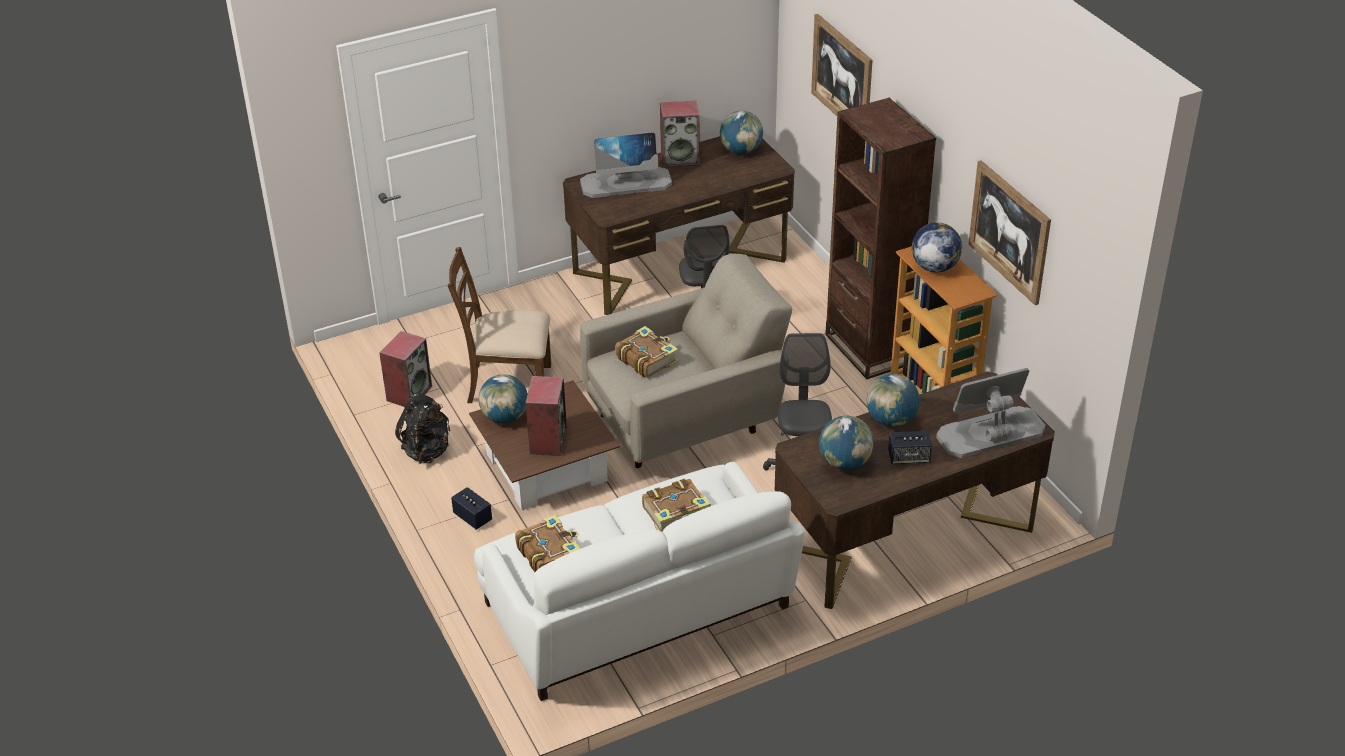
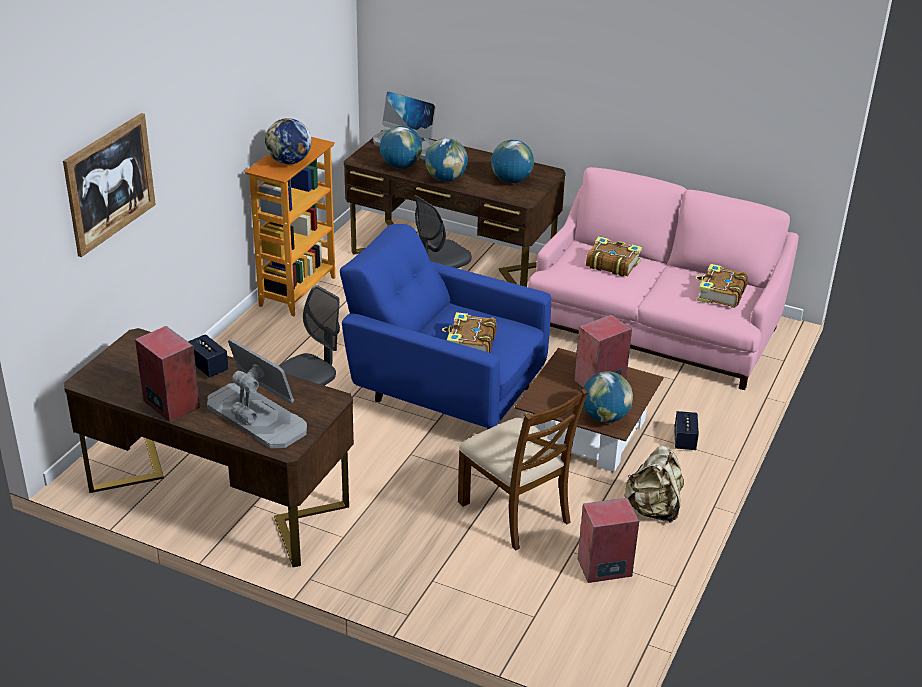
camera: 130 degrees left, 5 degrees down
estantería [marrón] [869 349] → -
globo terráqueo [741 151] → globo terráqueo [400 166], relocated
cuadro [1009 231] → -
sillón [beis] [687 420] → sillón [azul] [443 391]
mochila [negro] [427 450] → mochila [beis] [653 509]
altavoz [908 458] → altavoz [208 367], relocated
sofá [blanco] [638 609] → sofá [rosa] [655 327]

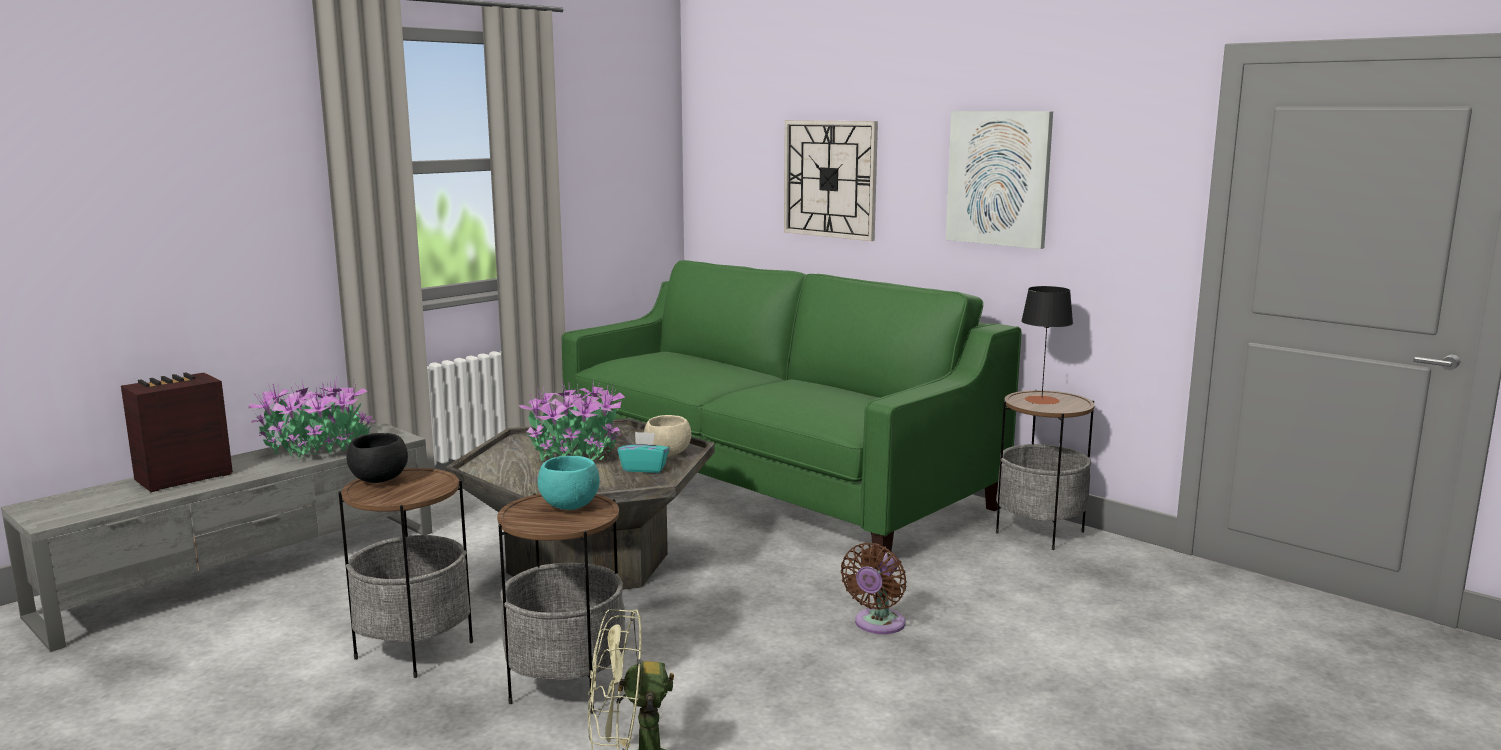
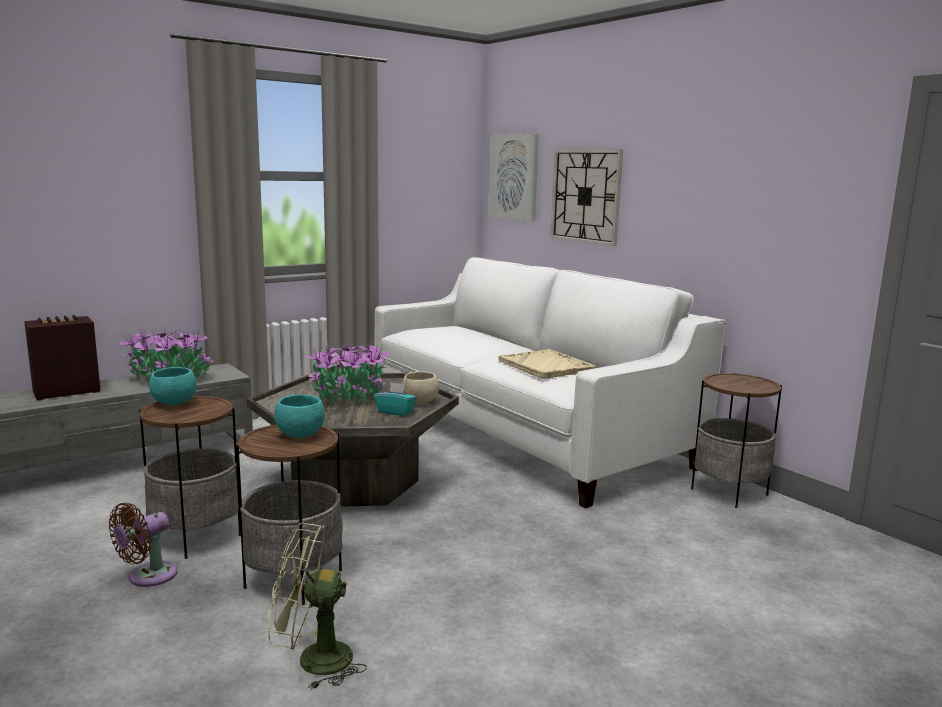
camera: 10 degrees right, 0 degrees up
cuadro [999 178] → cuadro [514 177], relocated
sofá [verde] [772 482] → sofá [blanco] [523 432]
lámpara de mesa [negro] [1041 400] → -
cuenco [negro] [378 480] → cuenco [turquesa] [174 403]
ventilador [marrón] [877 625] → ventilador [marrón] [148 577], relocated
- → bandeja [beis] [546 366]

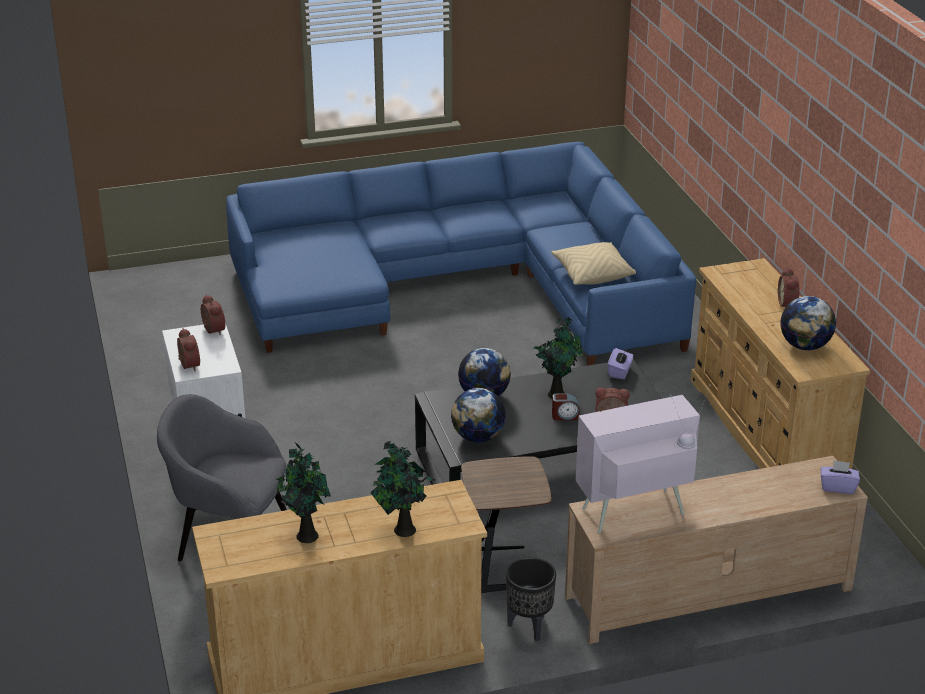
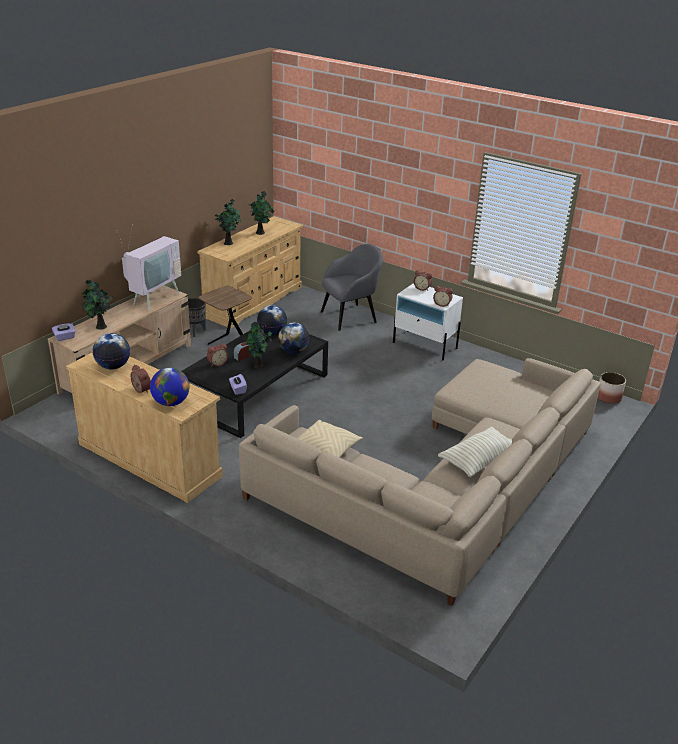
camera: 140 degrees right, 0 degrees up
sofá [azul] [461 286] → sofá [beis] [445 484]
- → planta en maceta [100 327]
- → globo terráqueo [171 402]
- → maceta [608 397]
- → cojín [479 460]

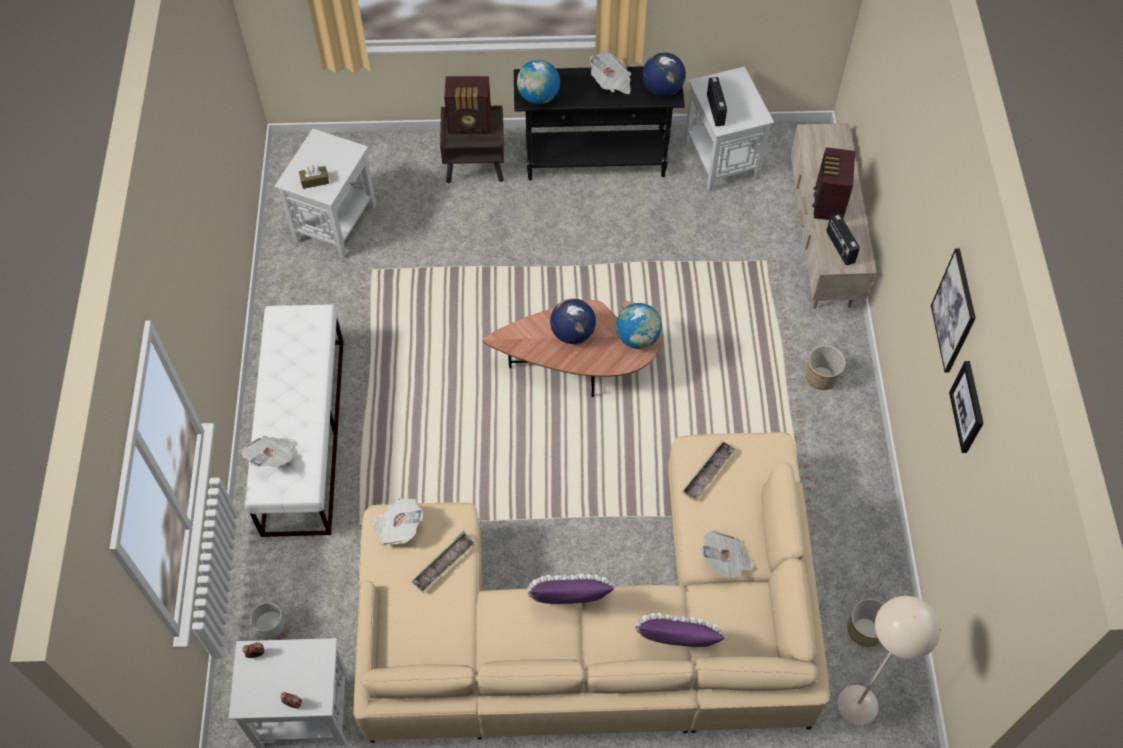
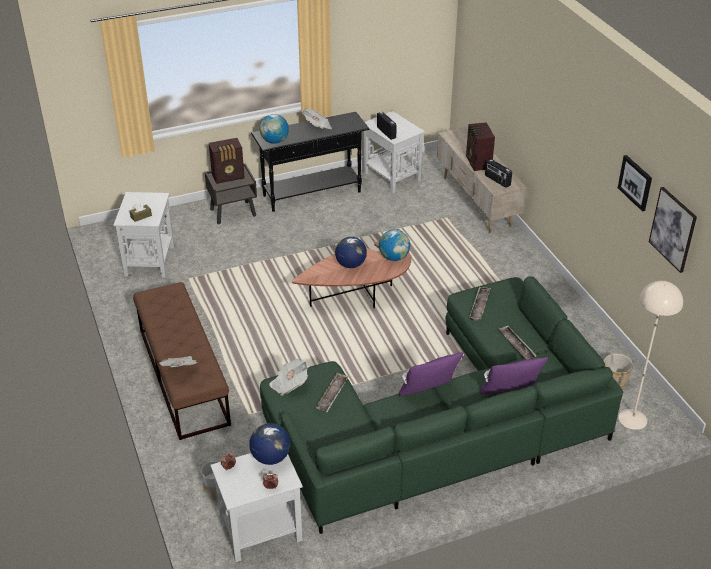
camera: 20 degrees left, 20 degrees down
globo terráqueo [662 89] → globo terráqueo [270 457], relocated
cuadro [954 311] → cuadro [673 229], relocated
banco [blanco] [304 434] → banco [marrón] [183 376]
maceta [821 376] → -
sofá [beis] [601 626] → sofá [verde] [446 424]
periódico [726 561] → bandeja [516 345]

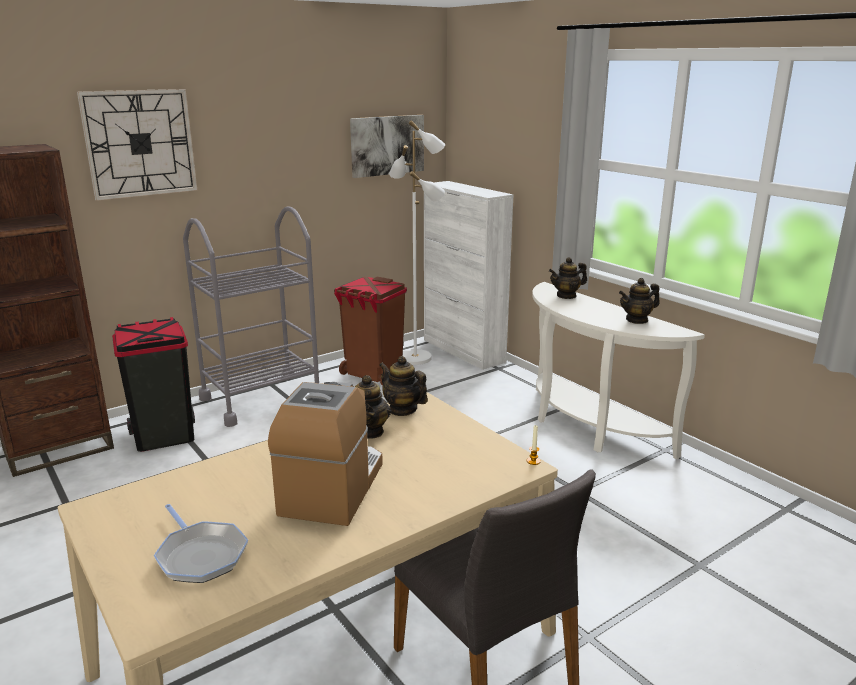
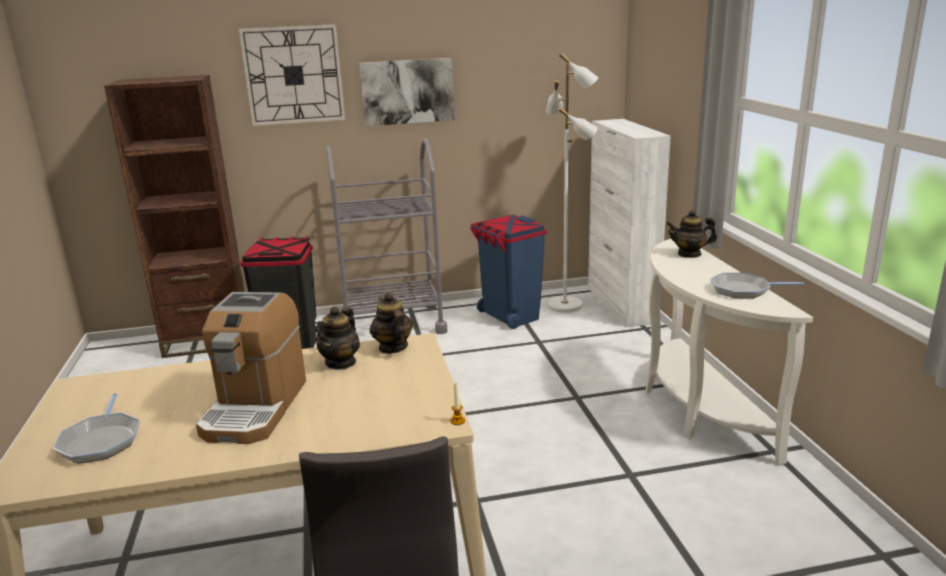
camera: 25 degrees right, 0 degrees up
cuadro [387 145] → cuadro [407 91], relocated
papelera [marrón] [373 375] → papelera [azul] [510 316]
tetera [637 320] → sartén [743 290]
cafetera [332 488] → cafetera [255 407], 150 degrees clockwise

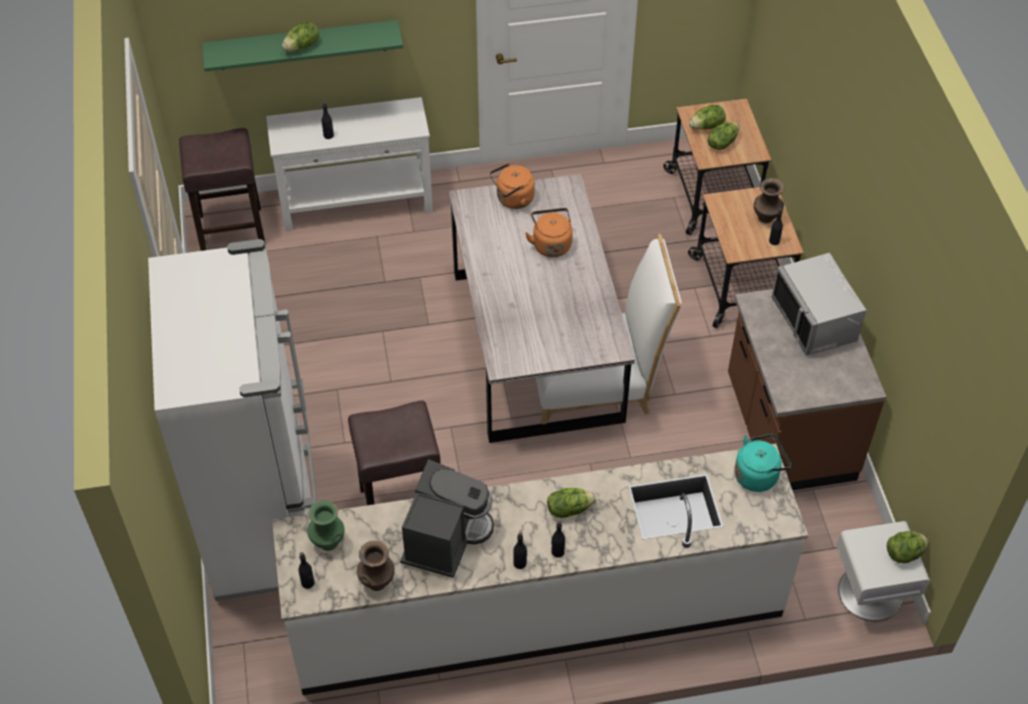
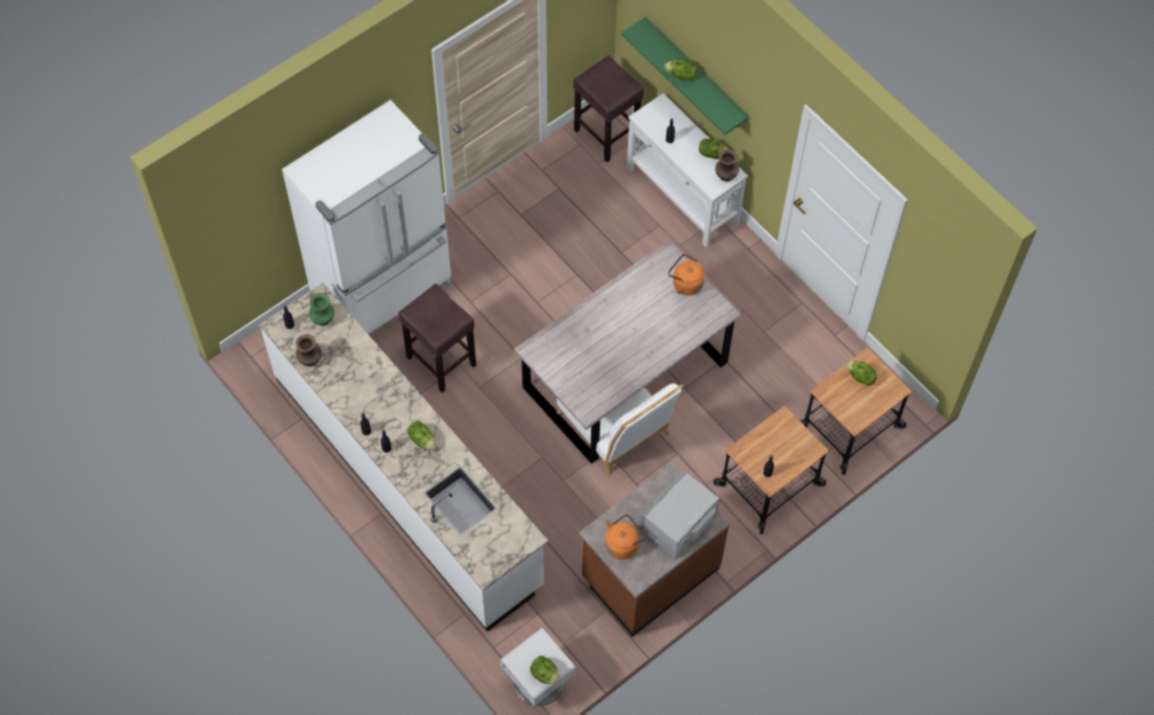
camera: 60 degrees right, 10 degrees up
lechuga [722 143] → lechuga [712 154], relocated
florero [marrón] [766 218] → florero [marrón] [726 177], relocated
hervidor [naranja] [551 244] → hervidor [naranja] [623 544], relocated
hervidor [turquesa] [758 475] → -
cafetera [445 537] → -

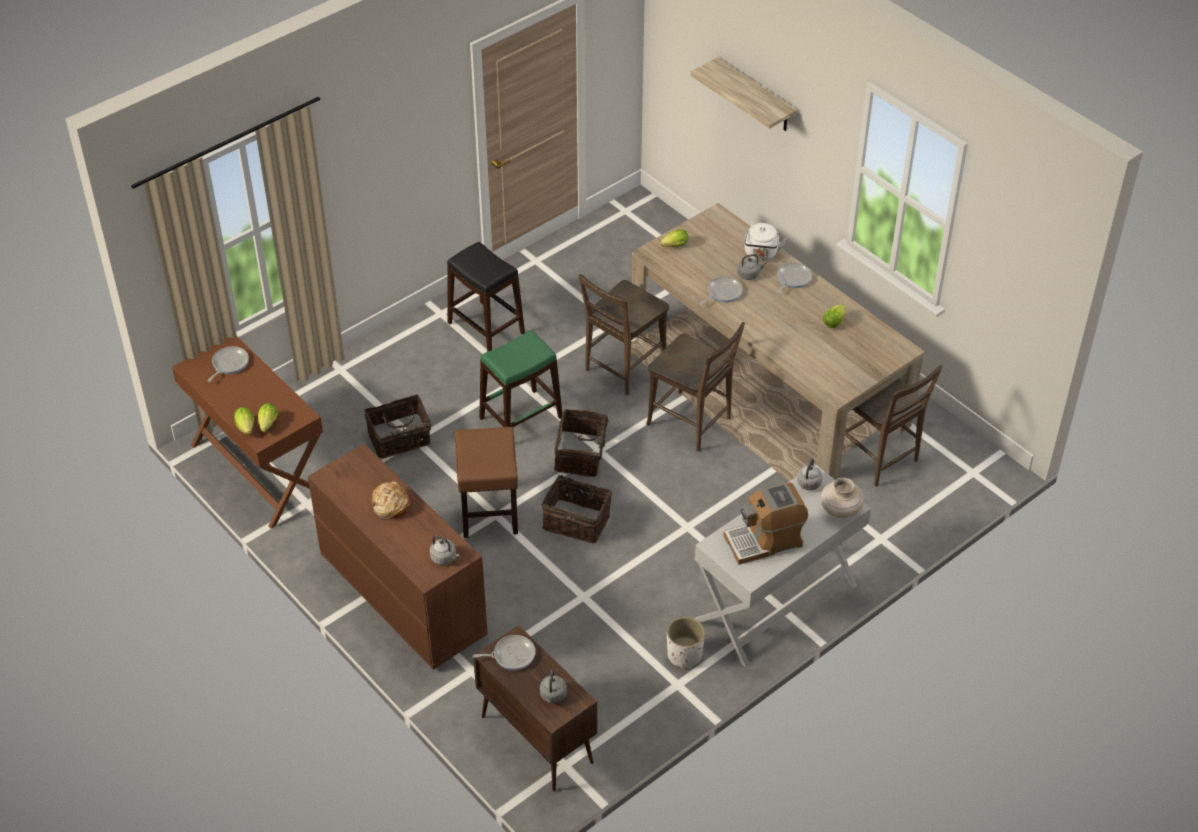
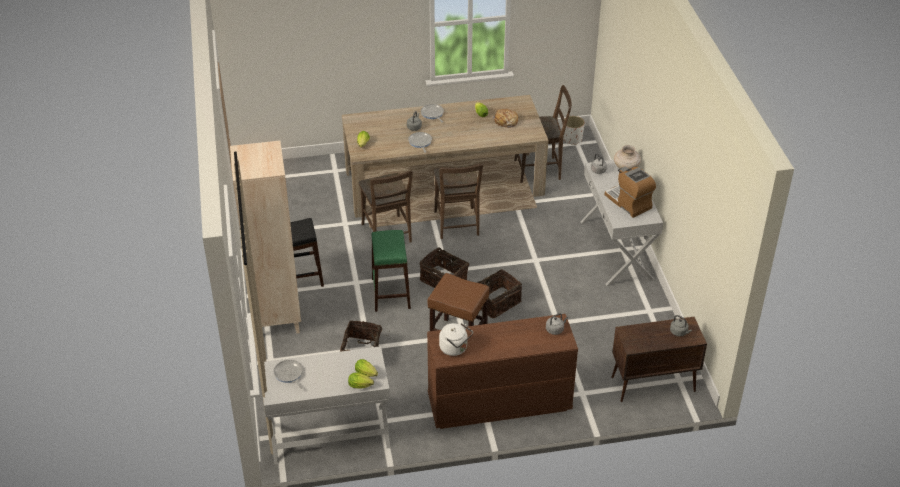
camera: 60 degrees left, 5 degrees down
estante [756 96] → -
hervidor [blanco] [761 255] → hervidor [blanco] [455 348], relocated
silla [marrón] [692 423] → silla [marrón] [457 225], 105 degrees clockwise
mesa consola [marrón] [259 469] → mesa consola [blanco] [329 435]
pan [390 505] → pan [505 122], relocated
cafetera [764 540] → cafetera [628 202], 135 degrees clockwise
maceta [blanco] [684 655] → maceta [blanco] [572 139], relocated
sartén [511 655] → -
- → estantería [beis] [276 318]

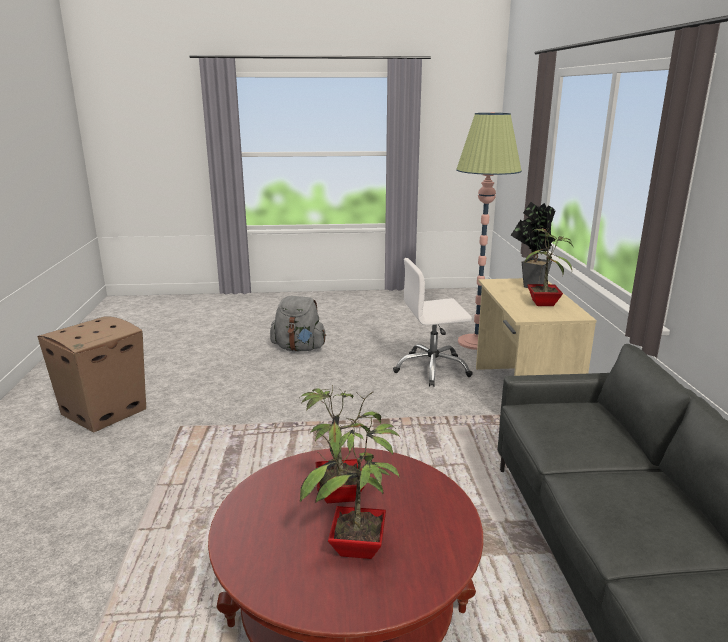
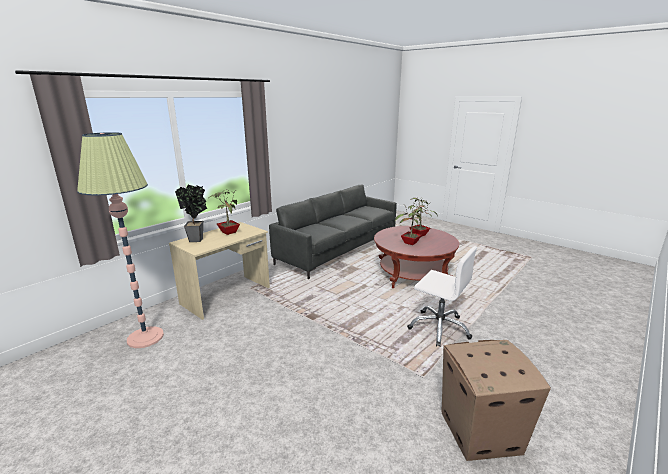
camera: 135 degrees left, 0 degrees up
silla de oficina [blanco] [432 369] → silla de oficina [blanco] [439 328], relocated
mochila [gris] [299 348] → -

